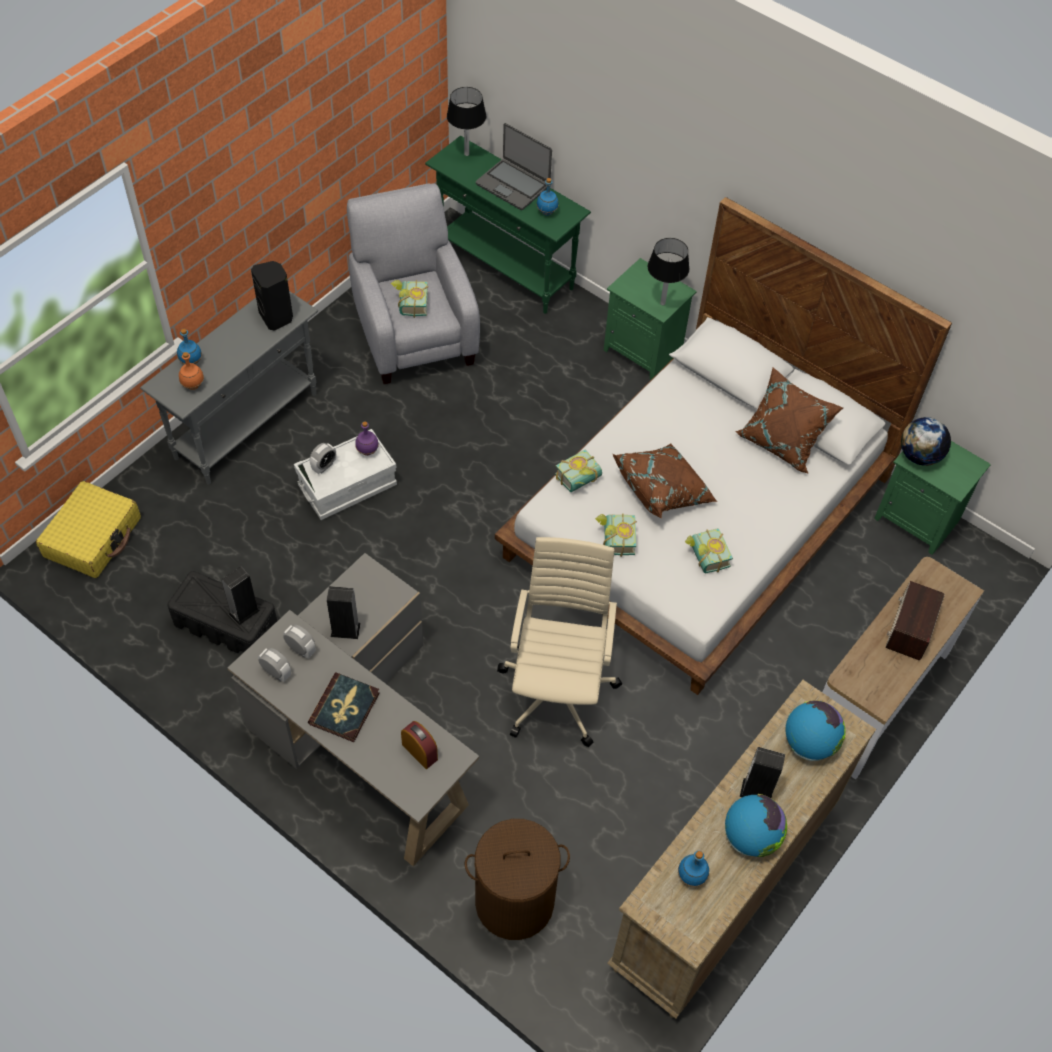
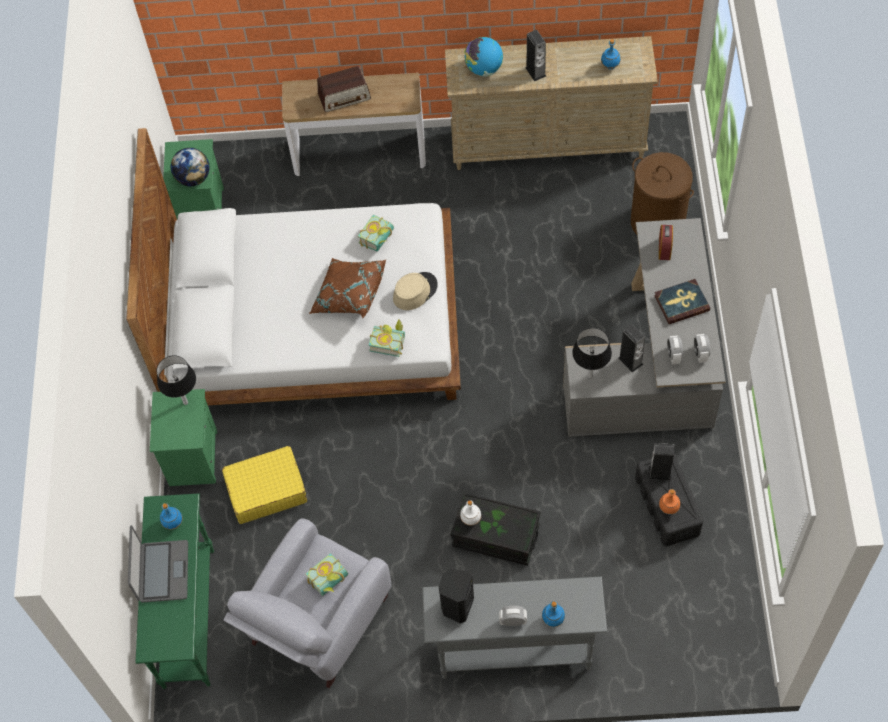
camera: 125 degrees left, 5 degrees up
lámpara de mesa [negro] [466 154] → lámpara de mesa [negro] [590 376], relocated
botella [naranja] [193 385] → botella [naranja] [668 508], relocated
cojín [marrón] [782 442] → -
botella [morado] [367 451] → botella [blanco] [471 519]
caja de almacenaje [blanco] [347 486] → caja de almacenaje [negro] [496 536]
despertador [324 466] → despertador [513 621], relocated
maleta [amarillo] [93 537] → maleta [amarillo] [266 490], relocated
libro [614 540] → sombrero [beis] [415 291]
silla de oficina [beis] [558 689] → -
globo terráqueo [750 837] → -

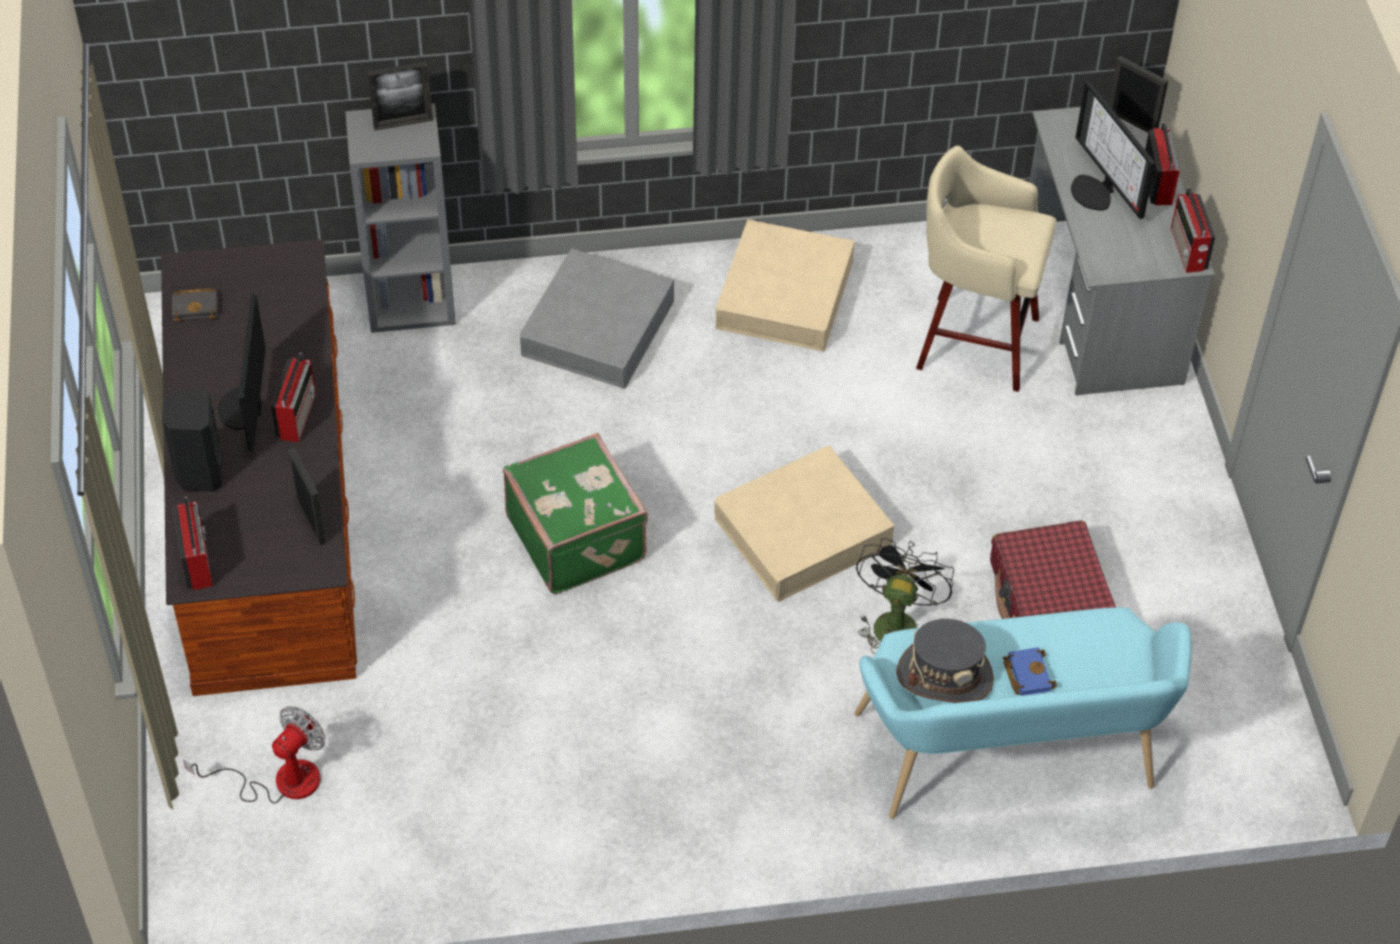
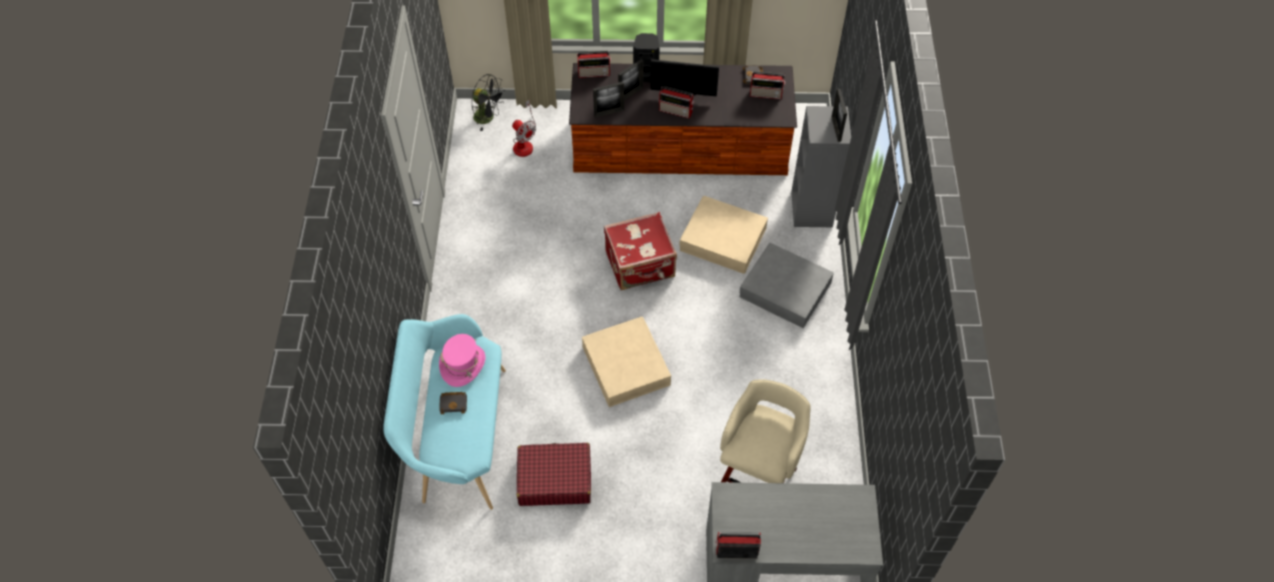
camera: 100 degrees right, 5 degrees up
portarretratos [1132 122] → portarretratos [631 94], relocated
monitor [1096 192] → -
radio [1157 182] → radio [766 94], relocated
caja de almacenaje [beis] [785 295] → caja de almacenaje [beis] [723 239], relocated
maleta [verde] [578 537] → maleta [rojo] [640 265]
ventilador [negro] [896 621] → ventilador [negro] [488 118], relocated
sombrero [gris] [945 676] → sombrero [rosa] [463 365]
libro [azul] [1026 674] → libro [negro] [454 403]

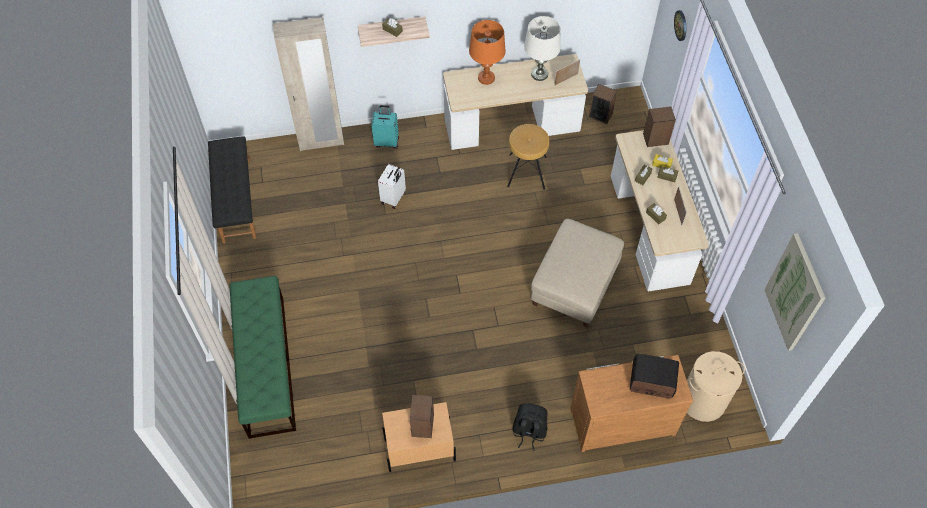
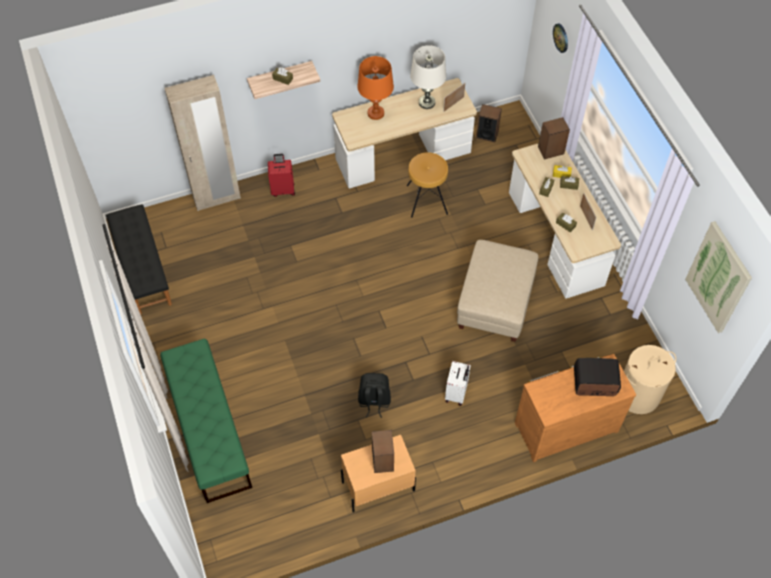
camera: 10 degrees left, 0 degrees up
maleta [turquesa] [387 142] → maleta [rojo] [283 189]
maleta [blanco] [393 198] → maleta [blanco] [456 393], relocated
mochila [negro] [529 432] → mochila [negro] [374 401], relocated

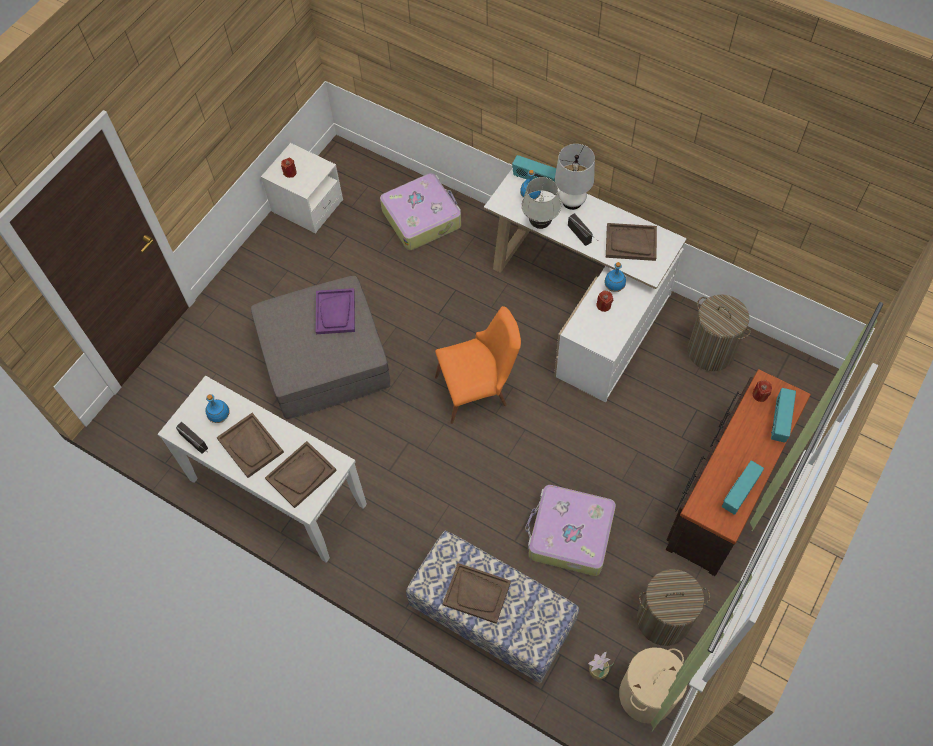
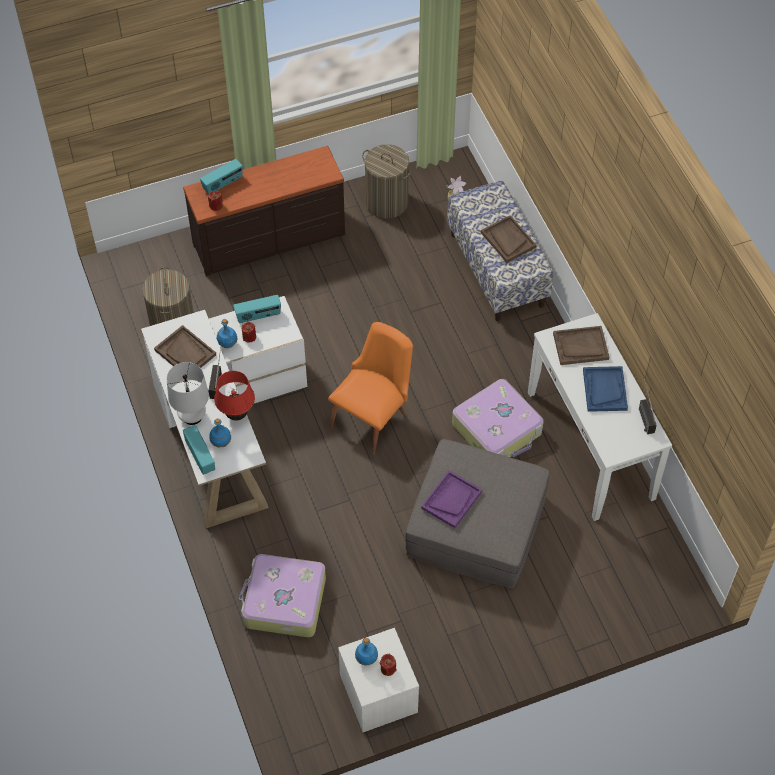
camera: 145 degrees left, 5 degrees down
lámpara de mesa [blanco] [540 224] → lámpara de mesa [rojo] [236 415]
silla [naranja] [478 390] → silla [naranja] [373 416], 105 degrees clockwise
botella [azul] [220 417] → botella [azul] [367 659], relocated
bandeja [marrón] [250 446] → bandeja [azul] [604 390]
radio [738 493] → radio [258 316], relocated
maleta [569 535] → maleta [497 429], relocated
cesto de la ropa [beis] [646 695] → -

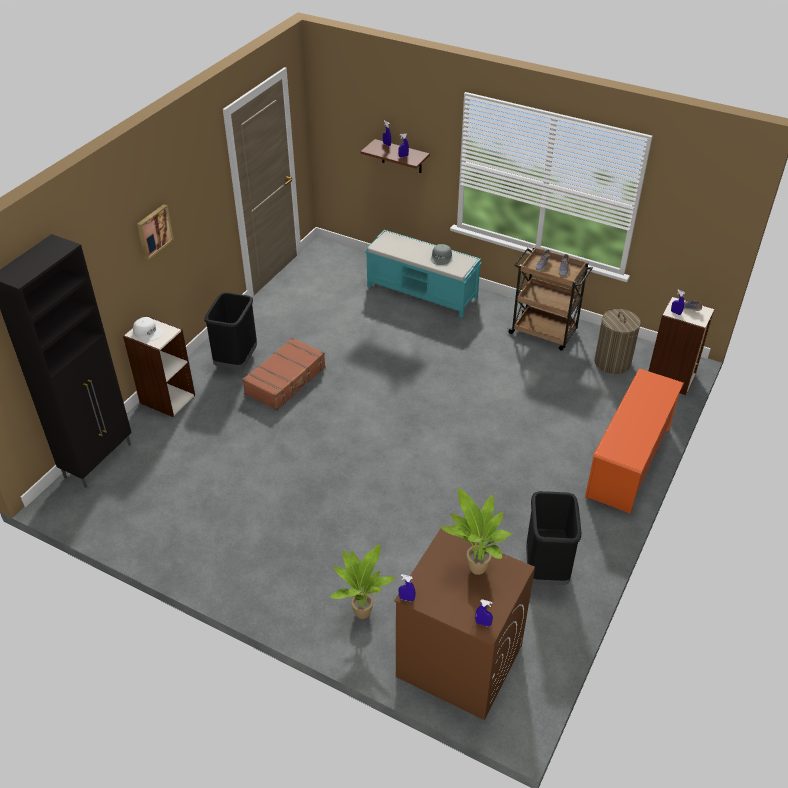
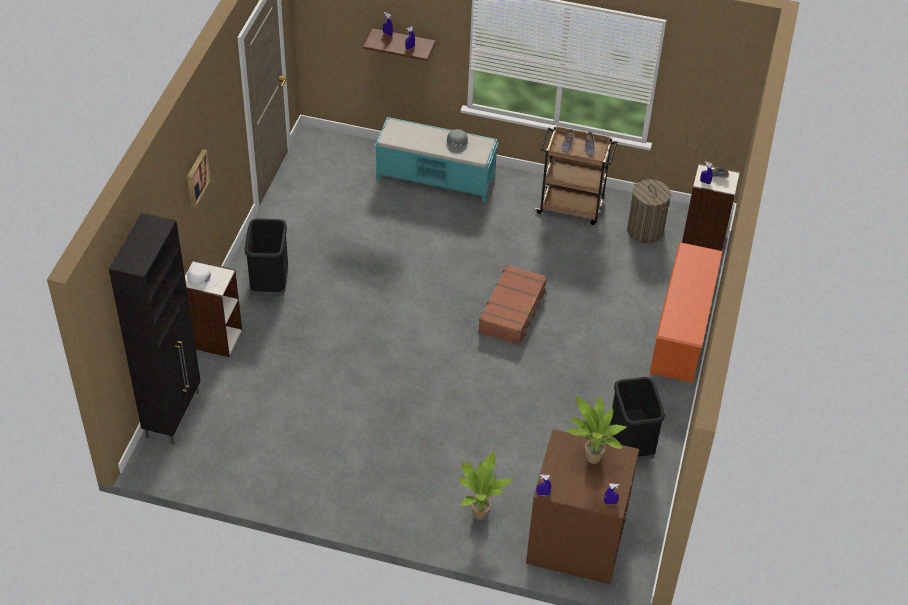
camera: 15 degrees left, 5 degrees up
maleta [marrón] [286 381] → maleta [marrón] [513 311], relocated

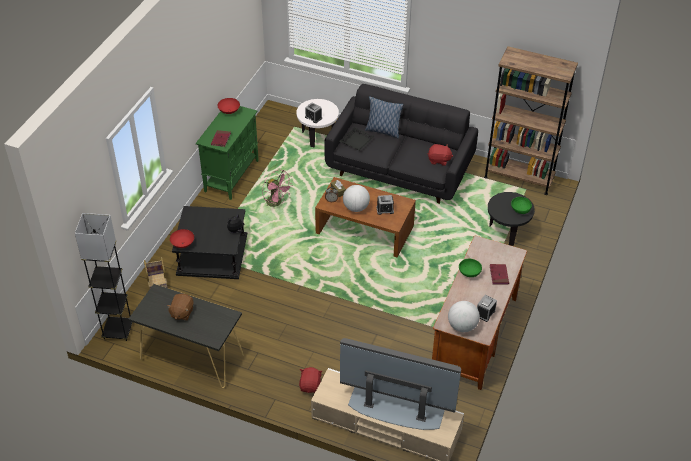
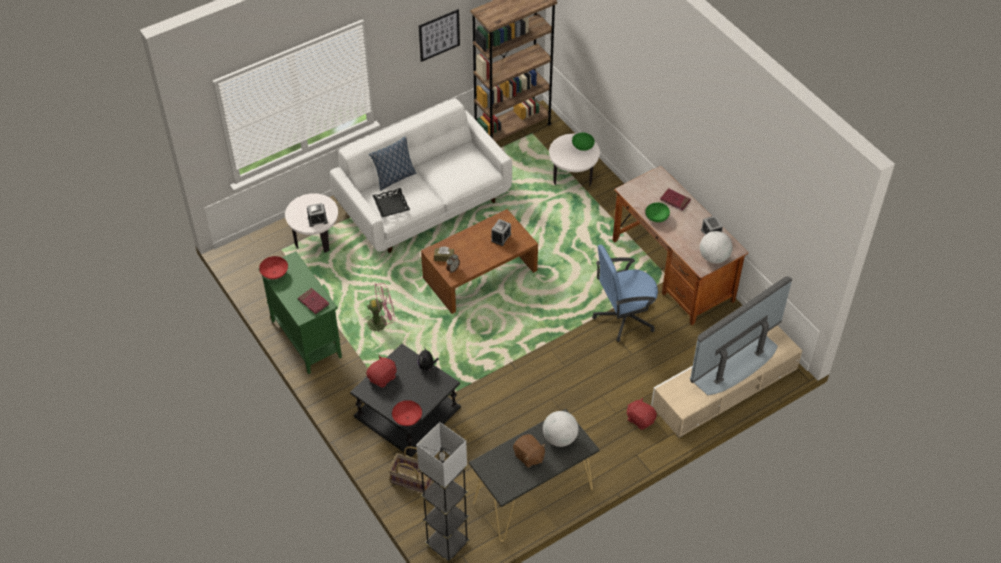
camera: 55 degrees left, 5 degrees up
sofá [negro] [400 170] → sofá [blanco] [424 204]
peluche [rojo] [439 160] → peluche [rojo] [382 378], relocated
globo terráqueo [356 208] → globo terráqueo [560 438], relocated
mesa auxiliar [negro] [506 233] → mesa auxiliar [blanco] [573 178]
- → cuadro [439 35]
- → silla de oficina [azul] [623 317]

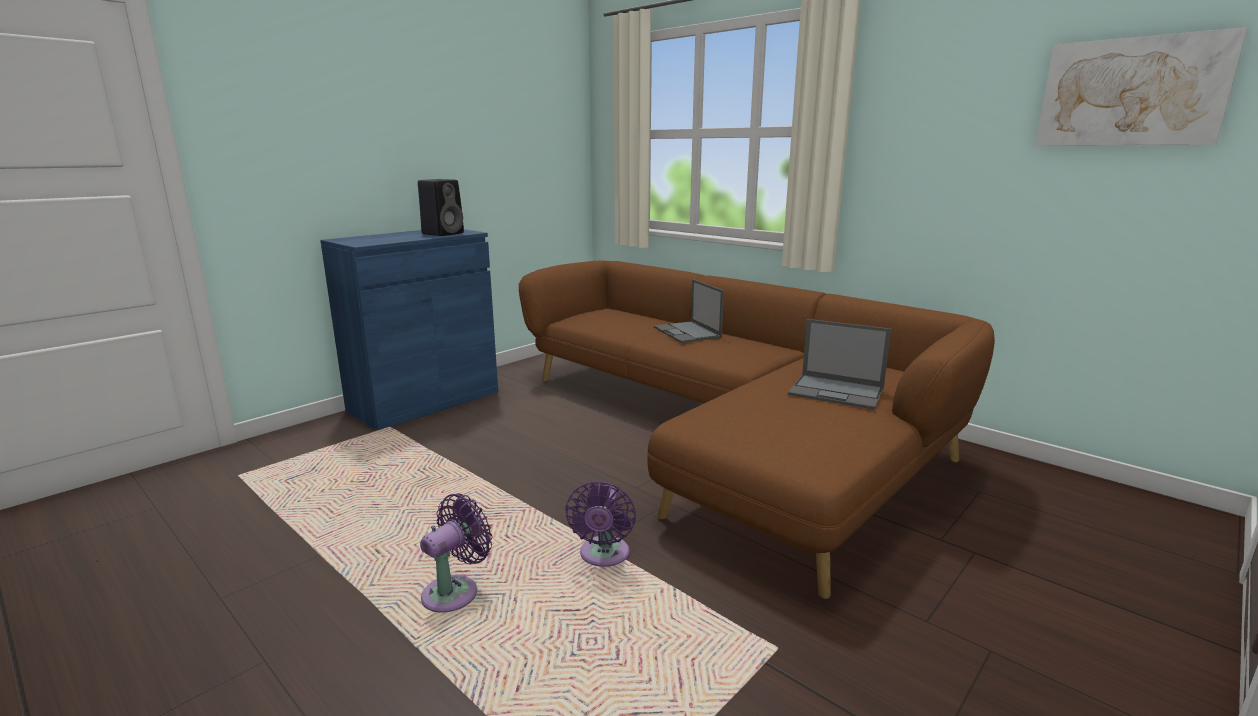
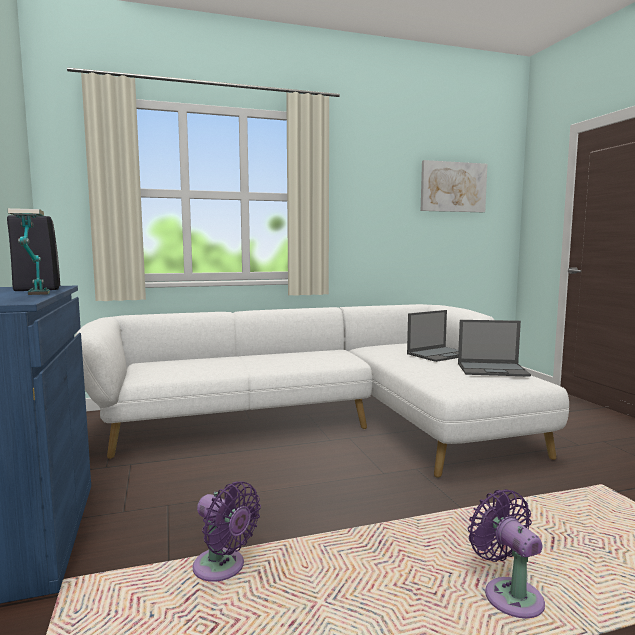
camera: 60 degrees left, 10 degrees down
sofá [marrón] [728 431] → sofá [blanco] [329 423]
portátil [687 332] → portátil [493 369], relocated
ventilador [morado] [603 556] → ventilador [morado] [222 568], relocated
- → lámpara de mesa [35 296]

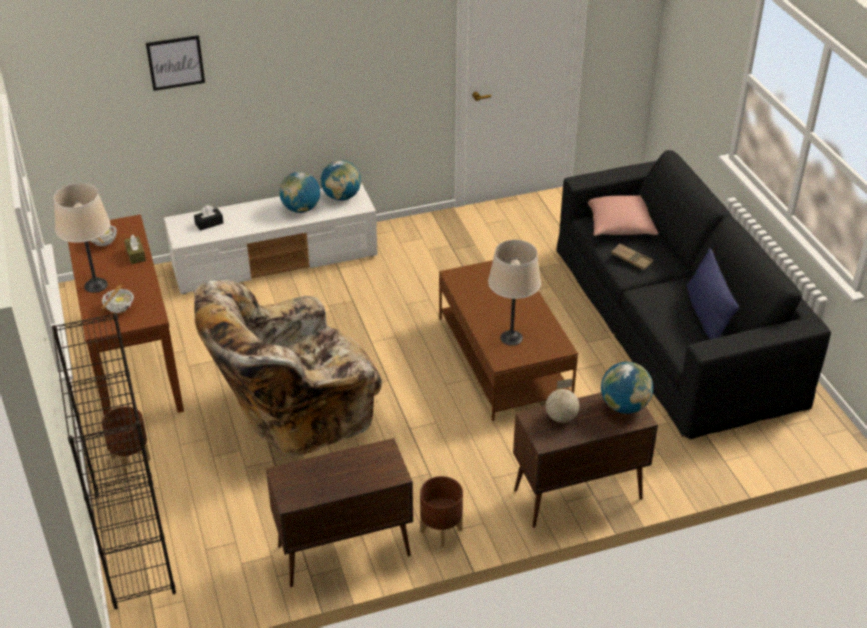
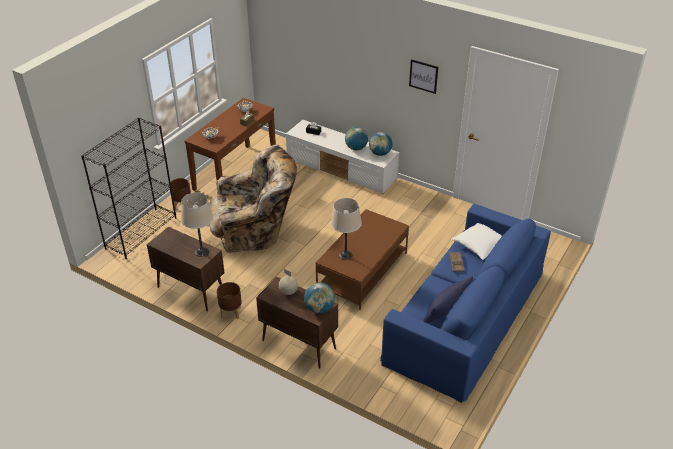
camera: 50 degrees right, 0 degrees up
cuadro [175 62] → cuadro [423 76], relocated
sofá [negro] [675 322] → sofá [azul] [465 316]
lámpara de mesa [beis] [96 285] → lámpara de mesa [beis] [201 252], relocated
cojín [rosa] [620 225] → cojín [blanco] [480 246]
sillón [beis] [294 413] → sillón [beis] [254 231], 150 degrees clockwise

